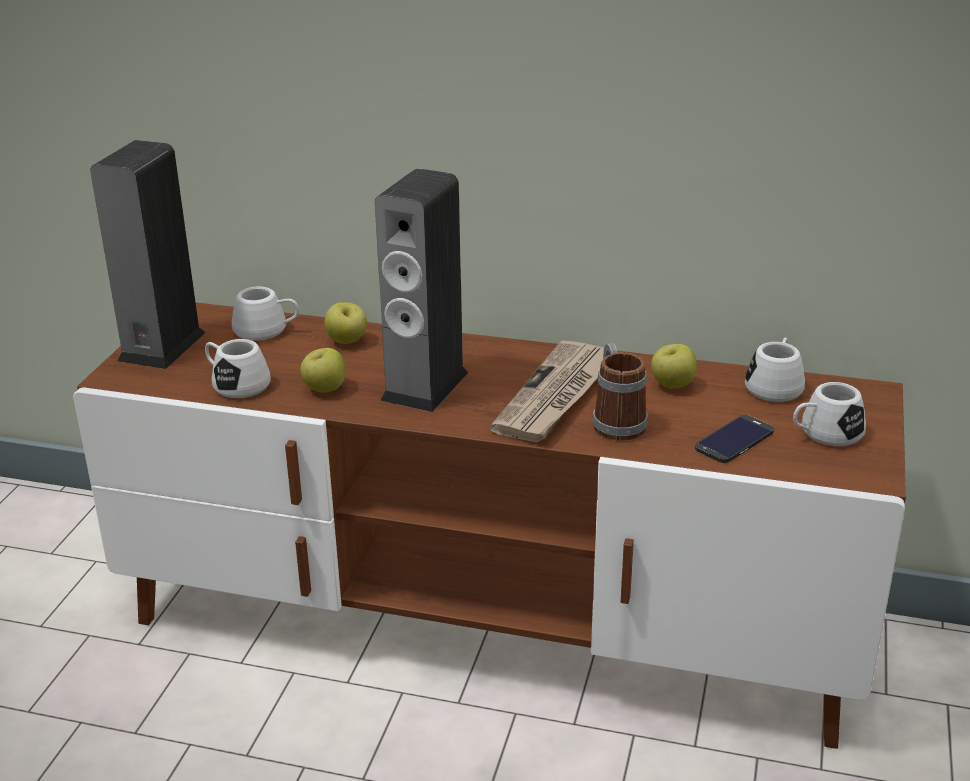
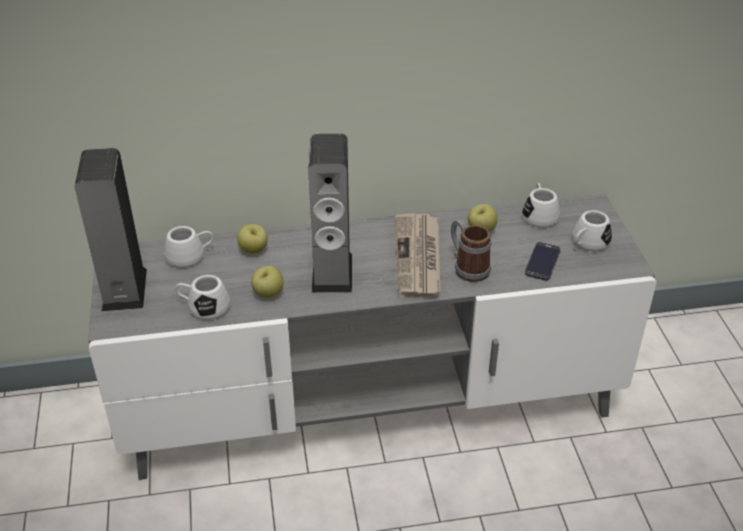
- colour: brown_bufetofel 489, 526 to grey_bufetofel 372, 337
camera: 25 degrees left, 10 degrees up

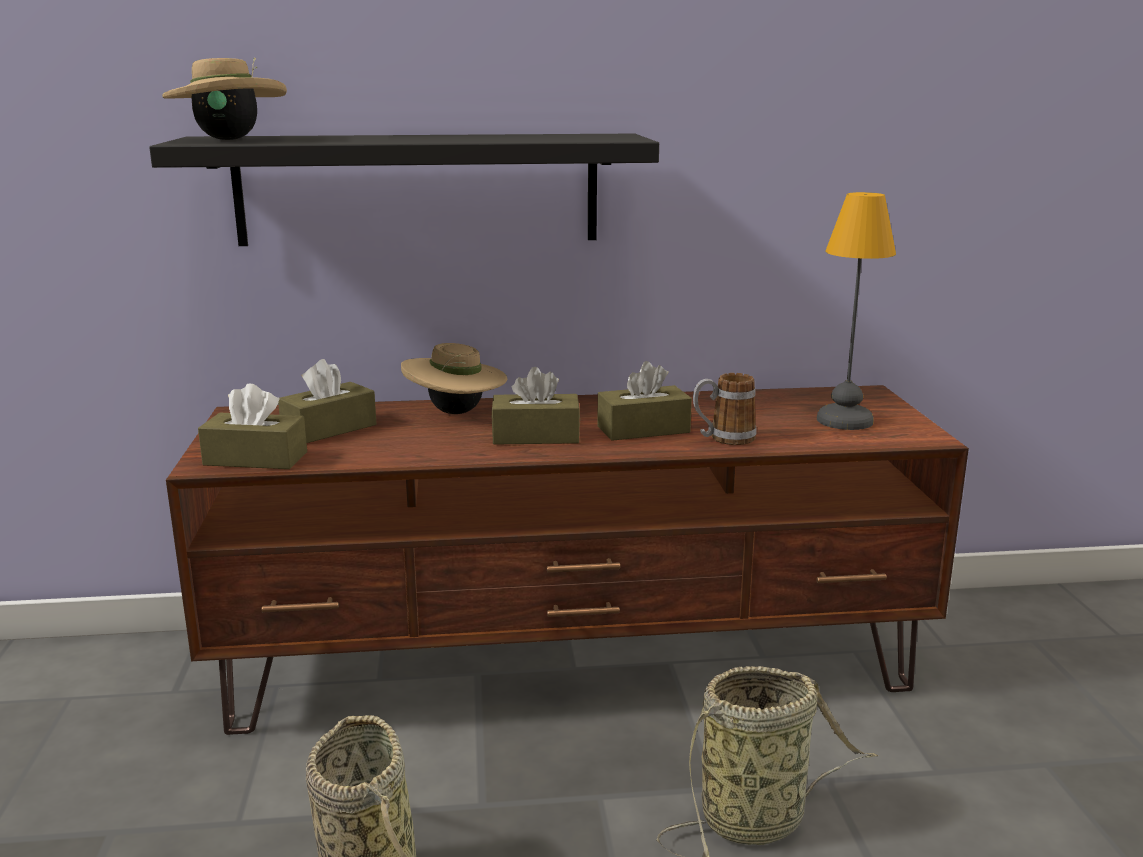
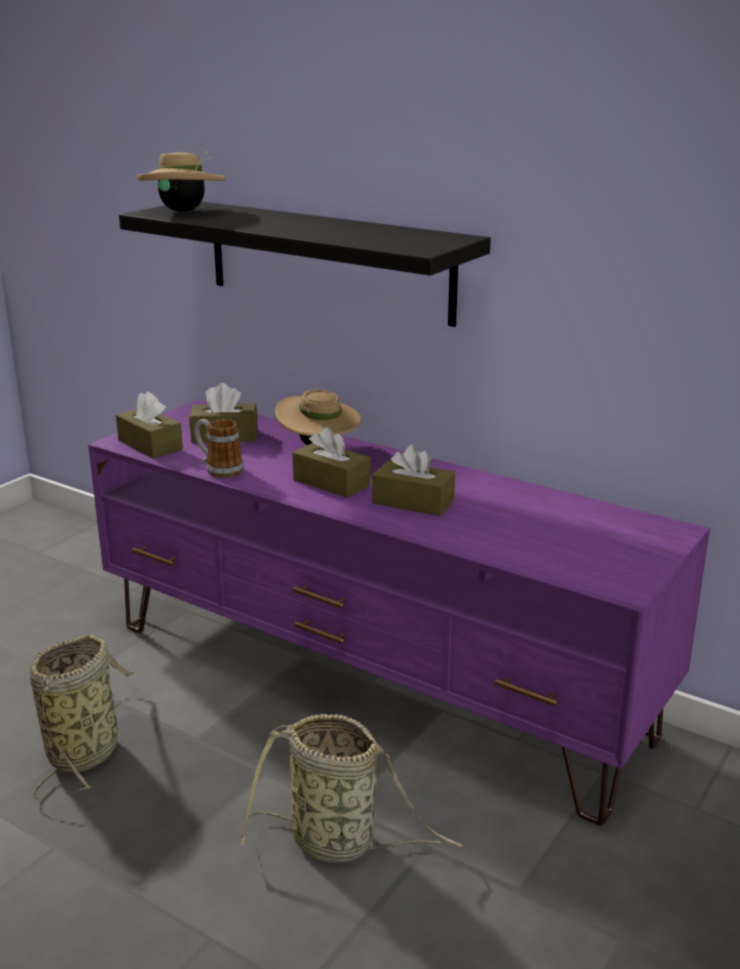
- colour: brown_bufetofel 567, 560 to purple_bufetofel 399, 612
- relocated: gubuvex 725, 409 to 219, 448
- missing: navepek 856, 311
camera: 40 degrees right, 5 degrees up

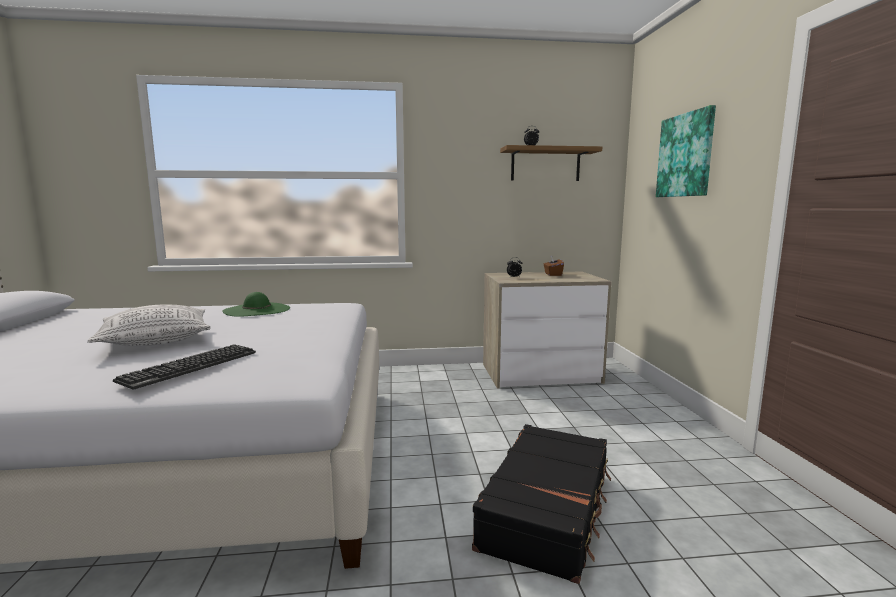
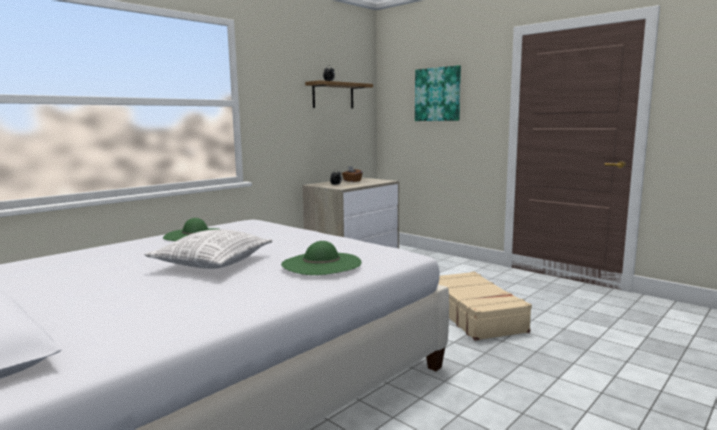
- exchanged: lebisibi 184, 366 to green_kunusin 321, 258
- colour: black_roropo 541, 504 to beige_roropo 485, 306
camera: 40 degrees left, 0 degrees up

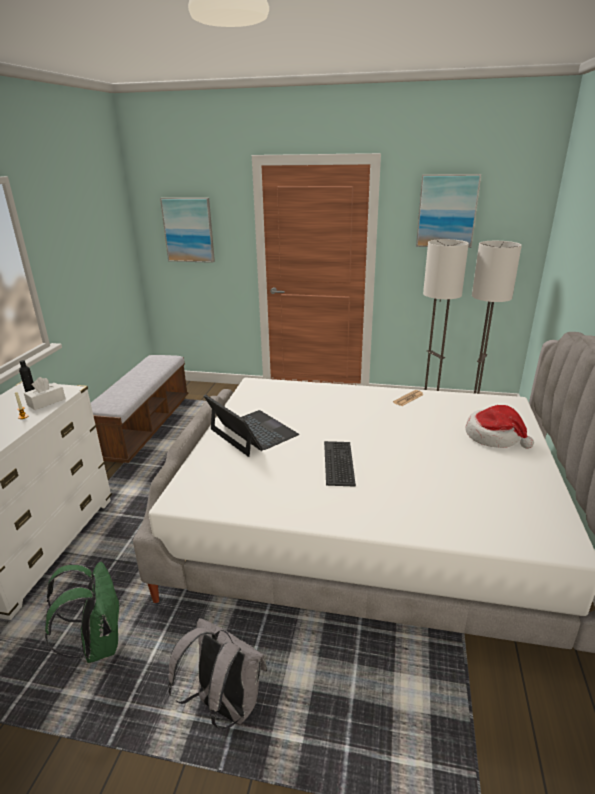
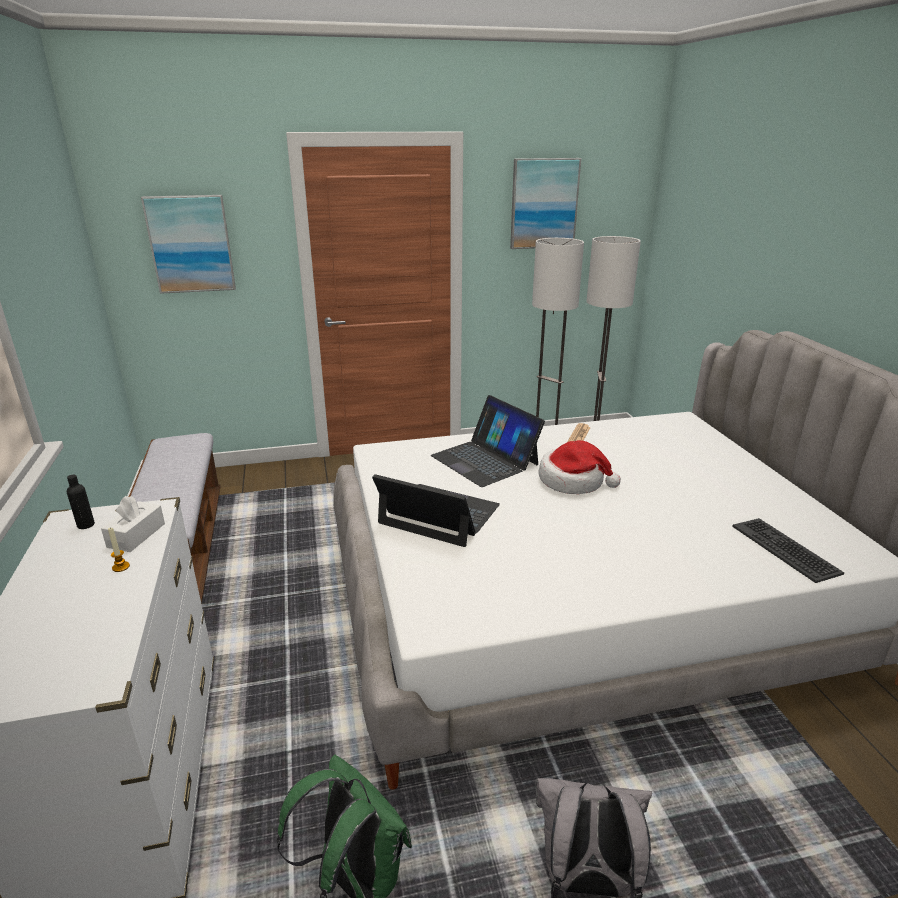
- appeared: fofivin 488, 441
- relocated: kunusin 499, 427 to 579, 467
- relocated: lebisibi 340, 464 to 788, 550
camera: 25 degrees left, 0 degrees up

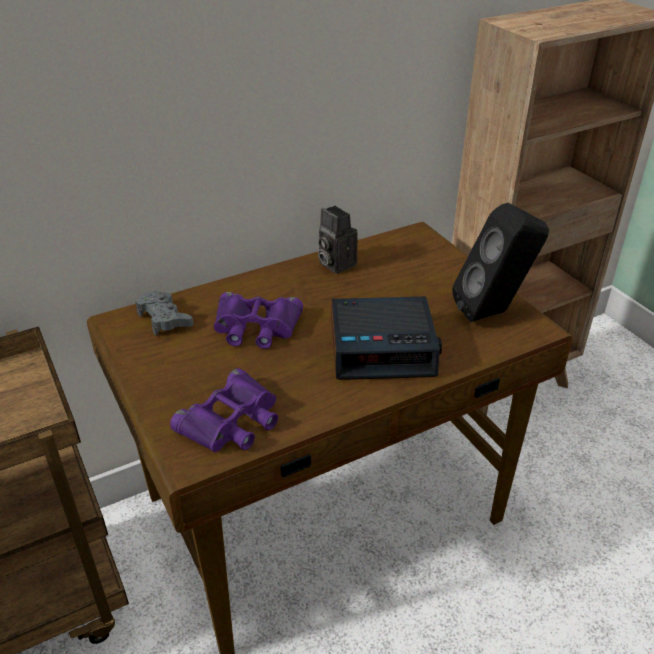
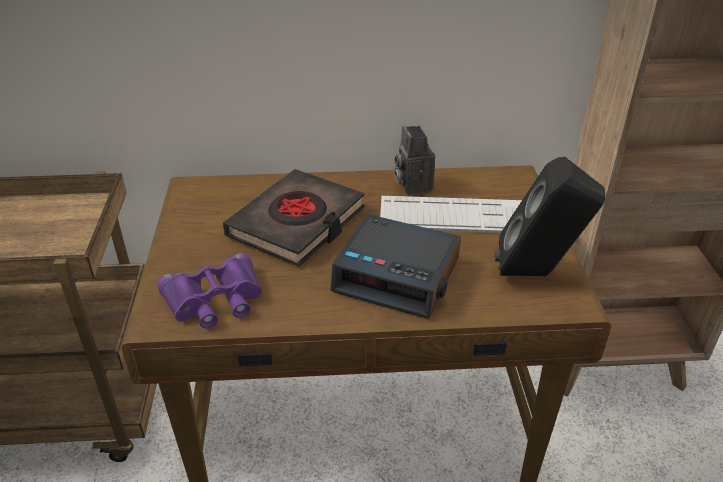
- exchanged: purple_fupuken 258, 320 to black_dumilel 294, 218
- appeared: lebisibi 451, 214
- missing: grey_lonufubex 164, 313
camera: 25 degrees right, 0 degrees up

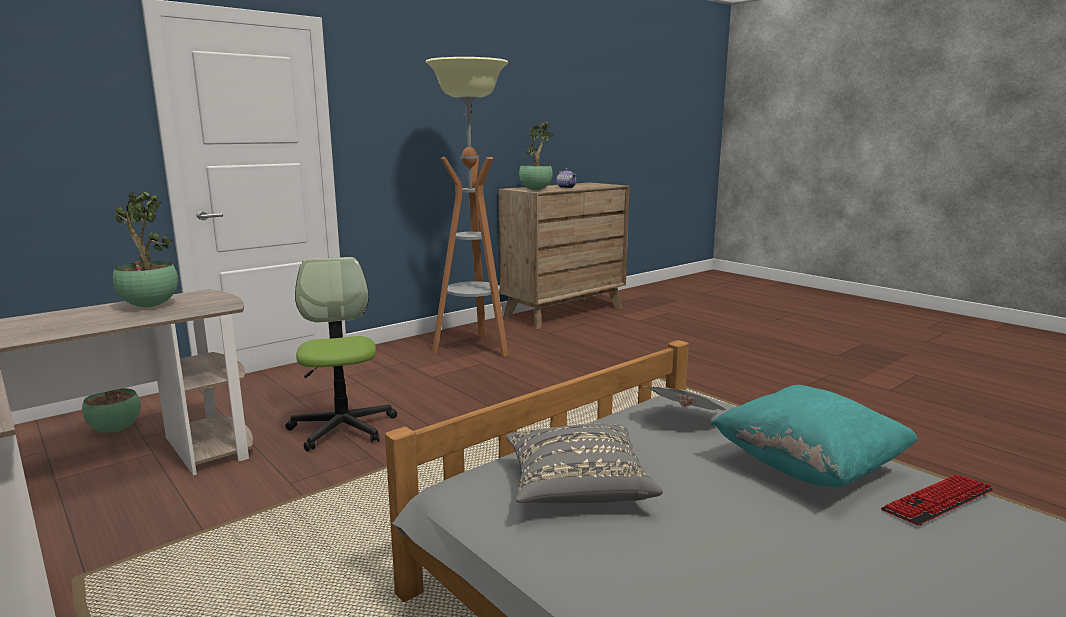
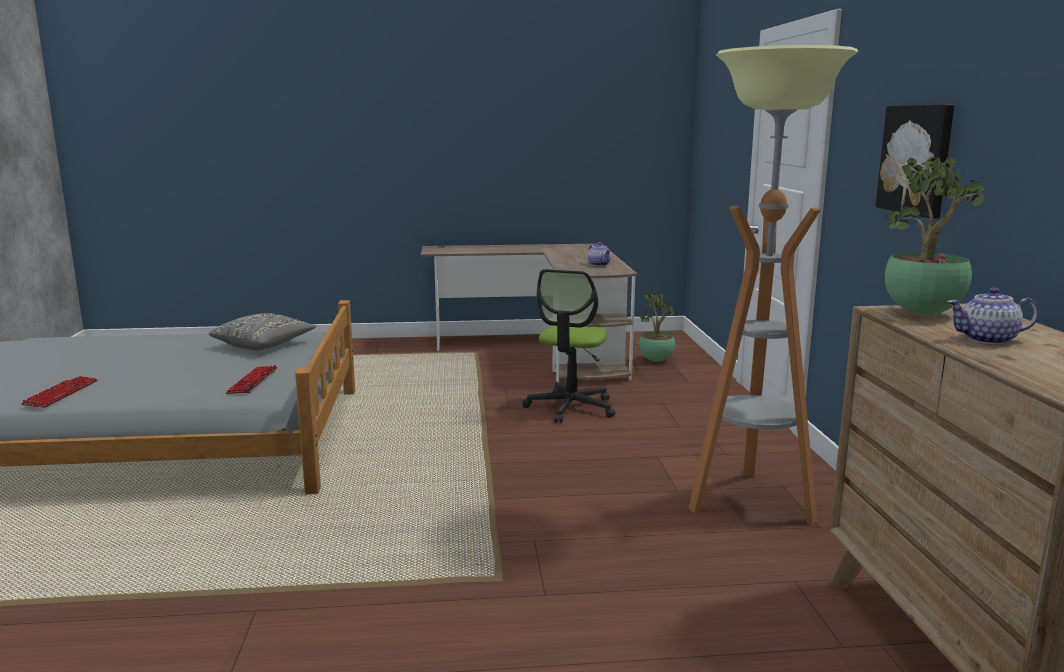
- exchanged: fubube 684, 398 to lebisibi 252, 379
- spun: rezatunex 341, 354 = 568, 346 90 degrees clockwise
- exchanged: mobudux 145, 249 to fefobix 599, 254
- appeared: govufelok 915, 161
- missing: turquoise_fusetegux 814, 436
camera: 125 degrees right, 0 degrees up

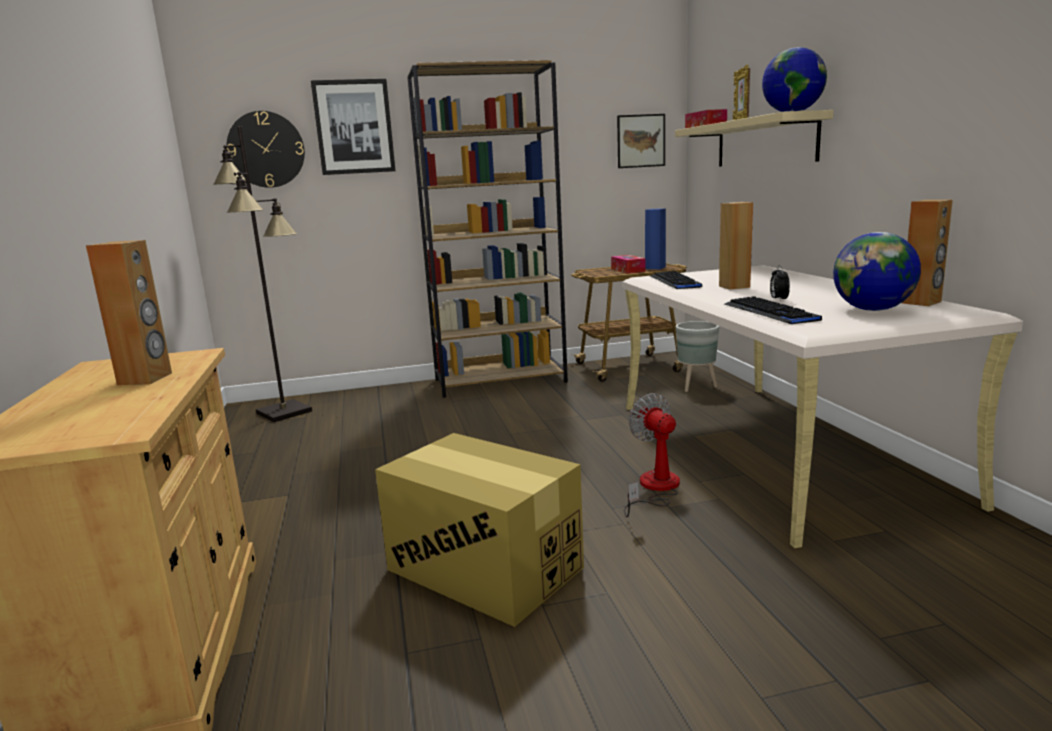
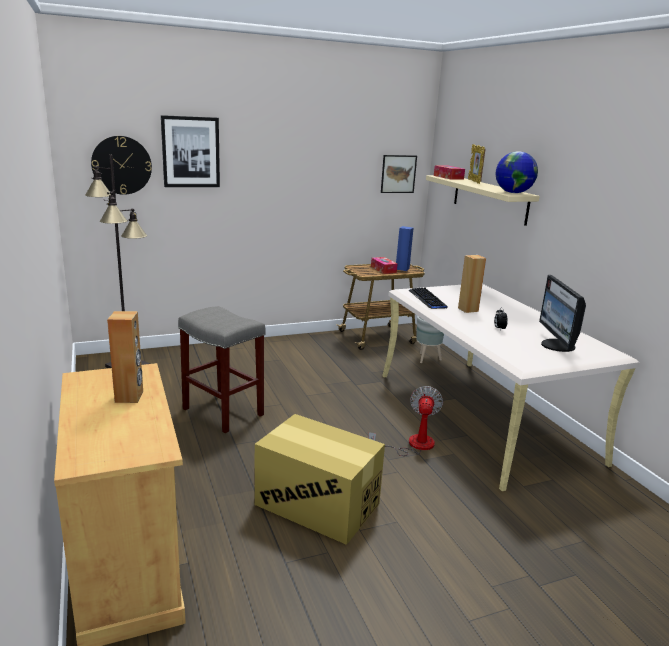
- appeared: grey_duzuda 222, 369
- spun: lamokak 652, 455 = 405, 421 45 degrees clockwise
- exchanged: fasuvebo 877, 271 to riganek 562, 313
- missing: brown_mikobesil 487, 229
- missing: lebisibi 773, 310
- missing: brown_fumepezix 927, 253
camera: 10 degrees left, 5 degrees up

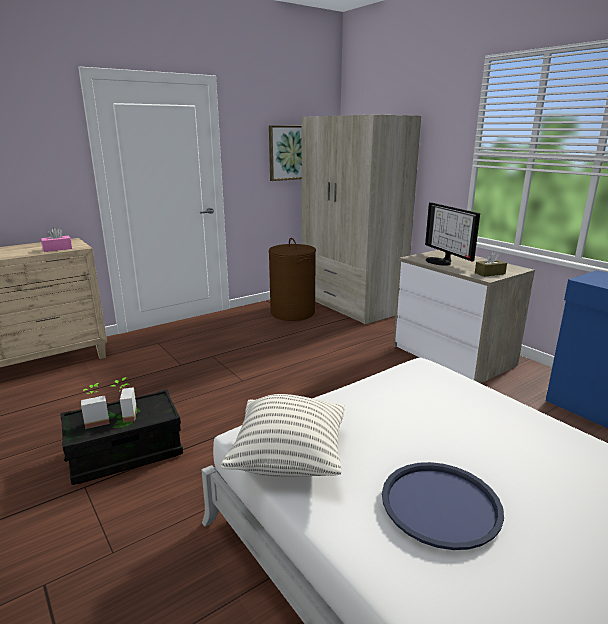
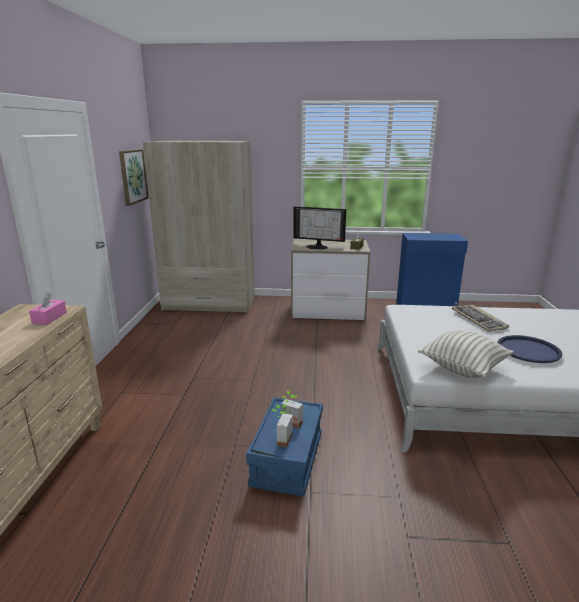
- colour: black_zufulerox 121, 437 to blue_zufulerox 284, 446
- appeared: lebisibi 480, 318
- missing: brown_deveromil 292, 279
camera: 50 degrees left, 0 degrees up

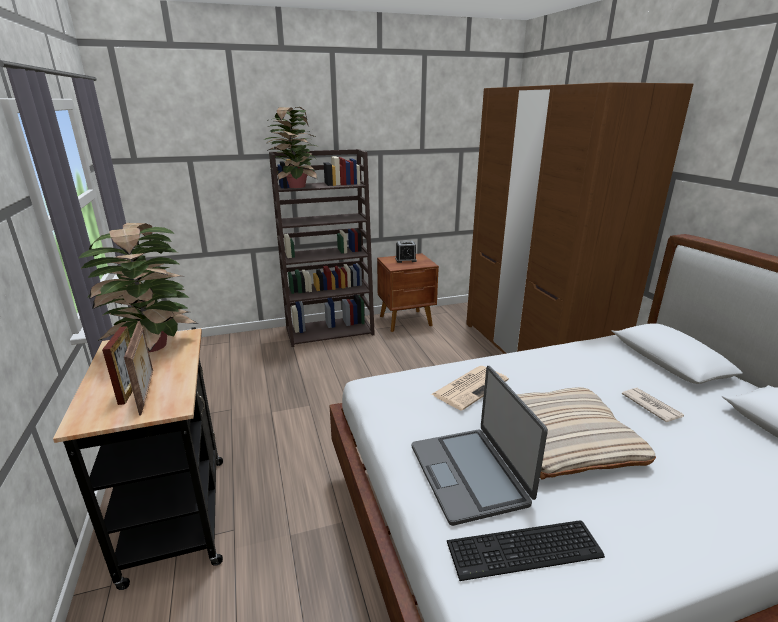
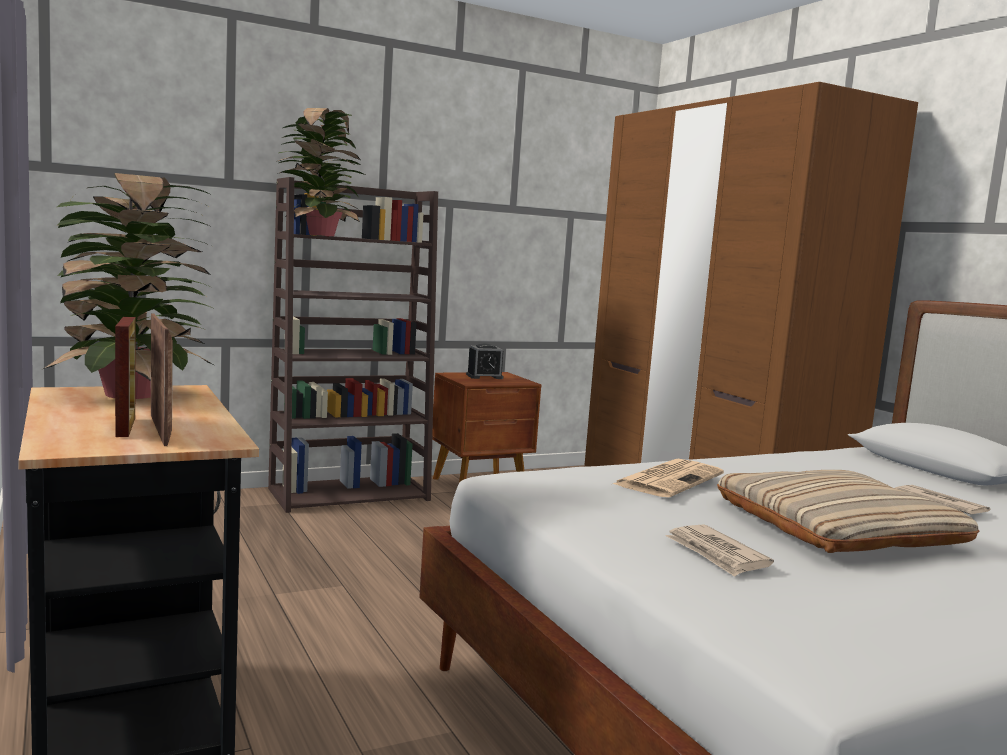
- exchanged: fofivin 480, 446 to fubube 720, 550
- missing: lebisibi 526, 550
camera: 10 degrees left, 15 degrees down

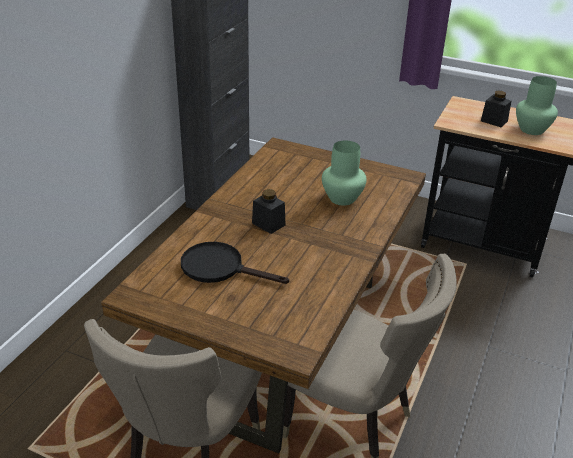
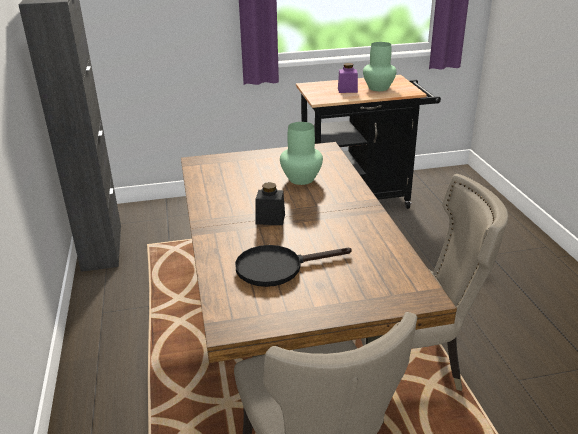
- colour: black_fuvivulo 496, 108 to purple_fuvivulo 348, 78
camera: 35 degrees left, 5 degrees down

